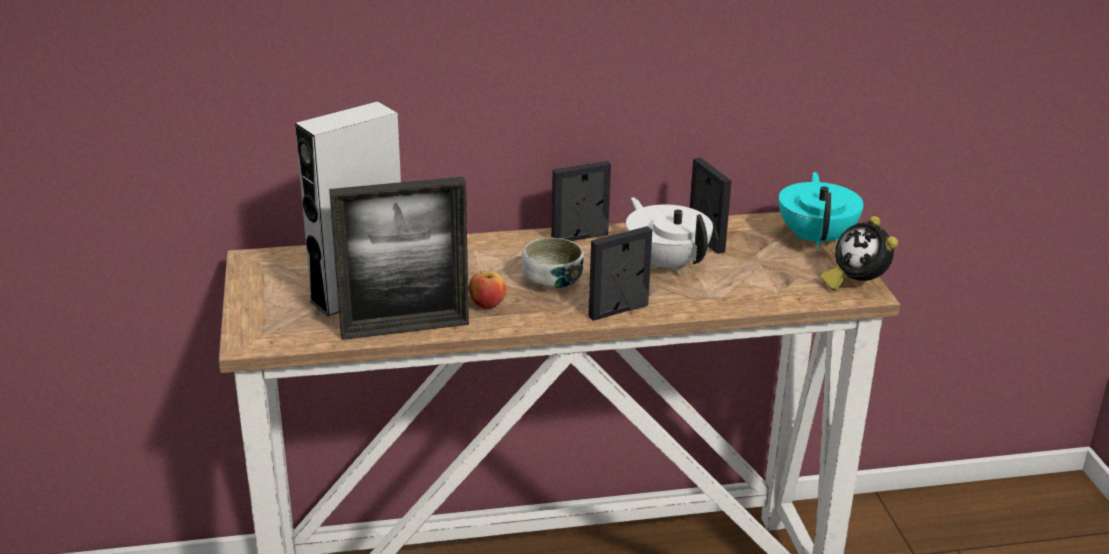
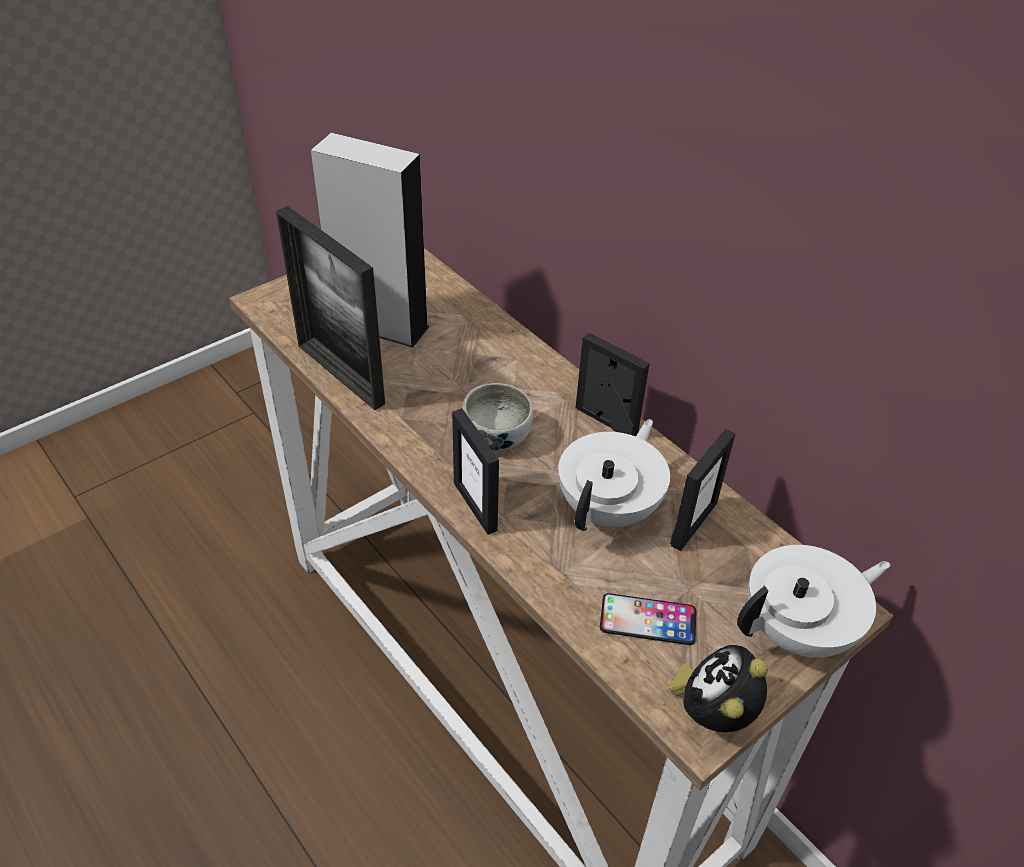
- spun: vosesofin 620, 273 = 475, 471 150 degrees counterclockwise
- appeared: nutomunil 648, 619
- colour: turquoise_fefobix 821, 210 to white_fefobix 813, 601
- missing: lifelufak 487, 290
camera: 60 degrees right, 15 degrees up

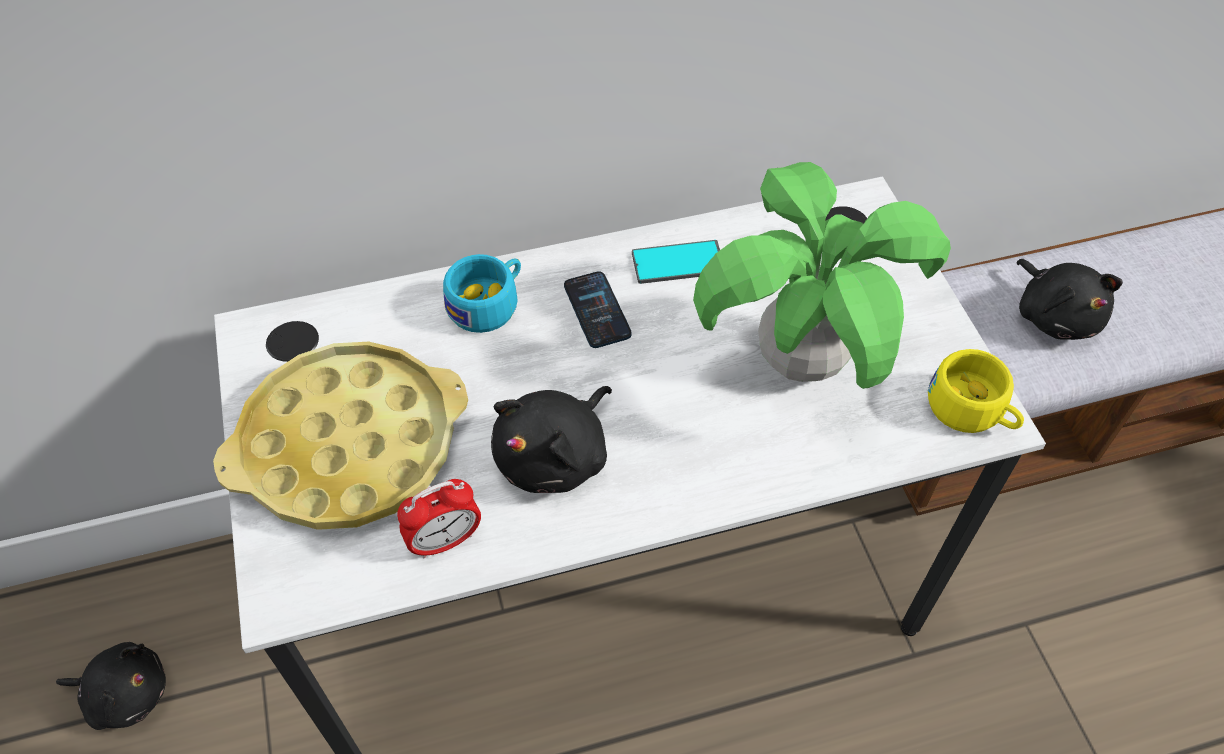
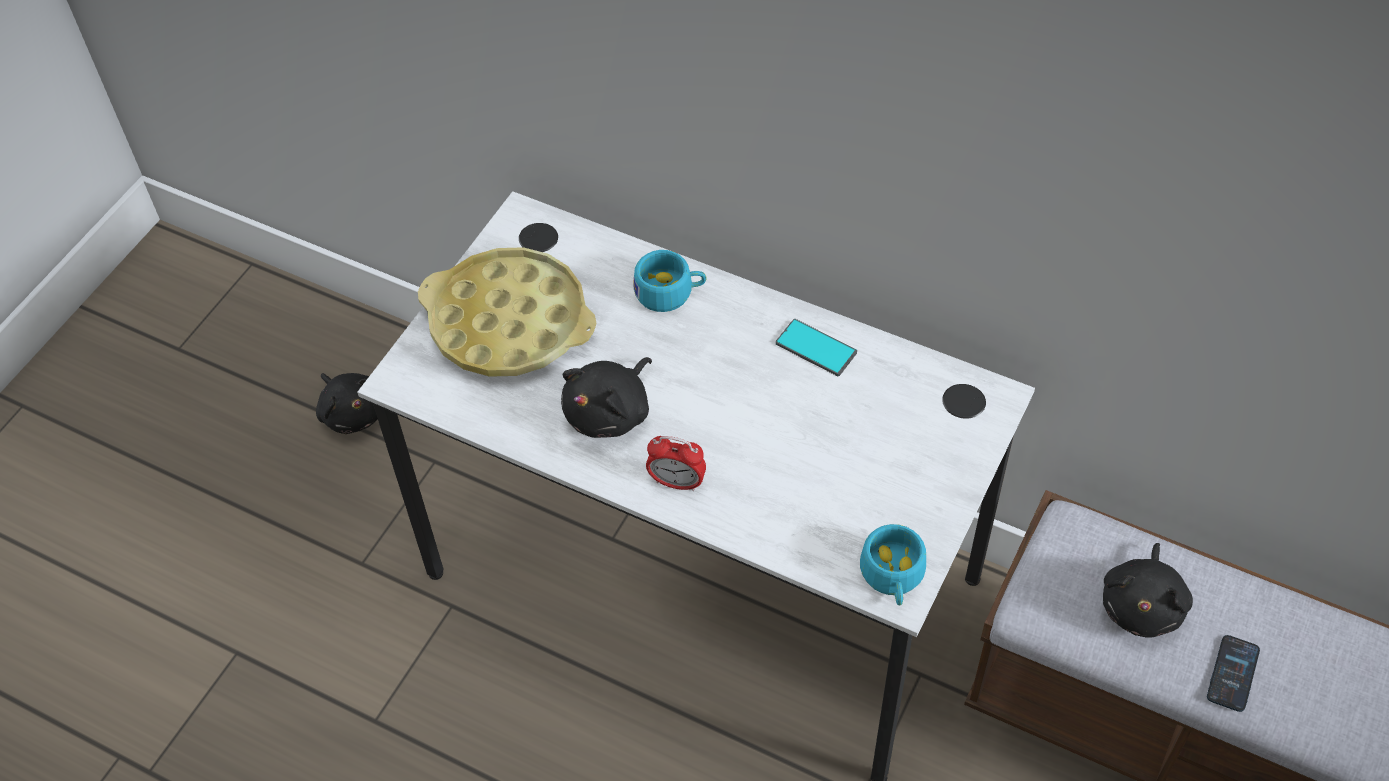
- spun: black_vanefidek 551, 439 = 606, 397 45 degrees counterclockwise
- relocated: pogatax 439, 518 to 676, 463
- colour: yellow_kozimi 976, 391 to turquoise_kozimi 893, 565
- relocated: nutomunil 598, 309 to 1233, 673
- missing: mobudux 822, 275
camera: 45 degrees right, 0 degrees up

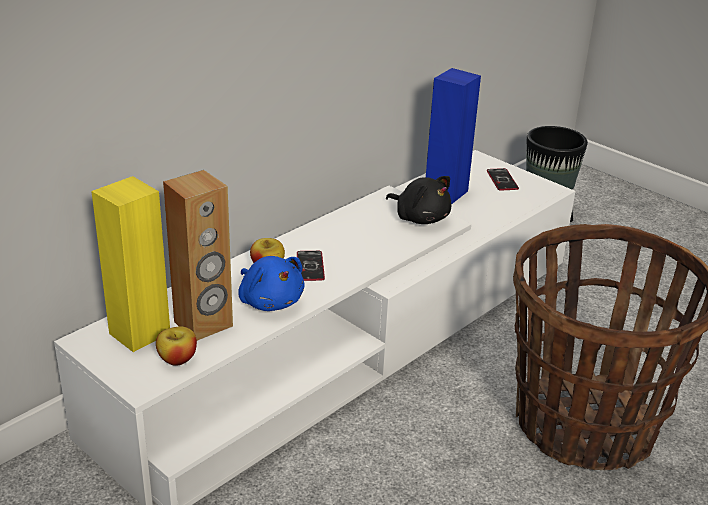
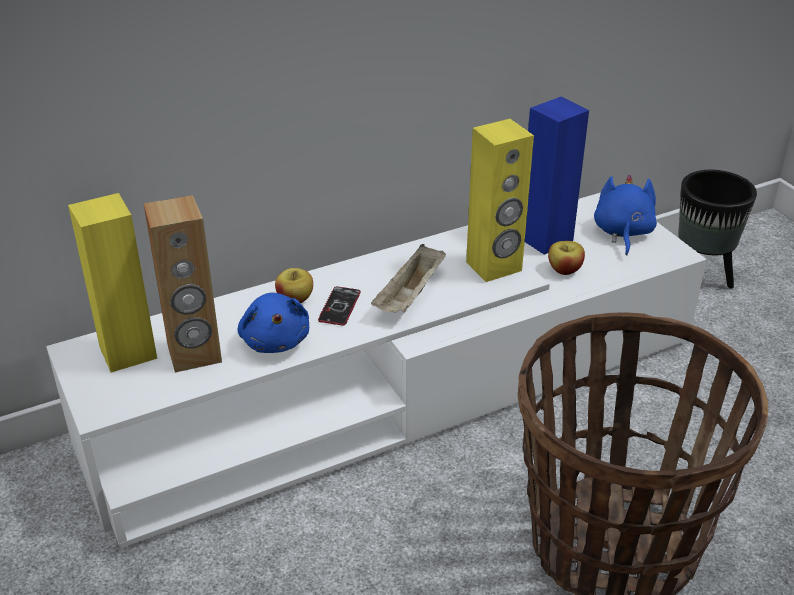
- appeared: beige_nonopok 408, 278
- exchanged: black_vanefidek 419, 200 to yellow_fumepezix 500, 200
- relocated: lifelufak 176, 346 to 566, 258
- exchanged: nutomunil 503, 179 to blue_vanefidek 625, 215
camera: 20 degrees right, 5 degrees up

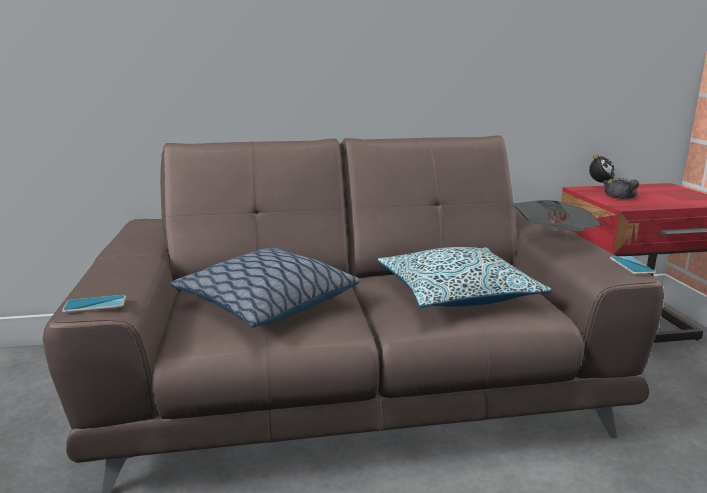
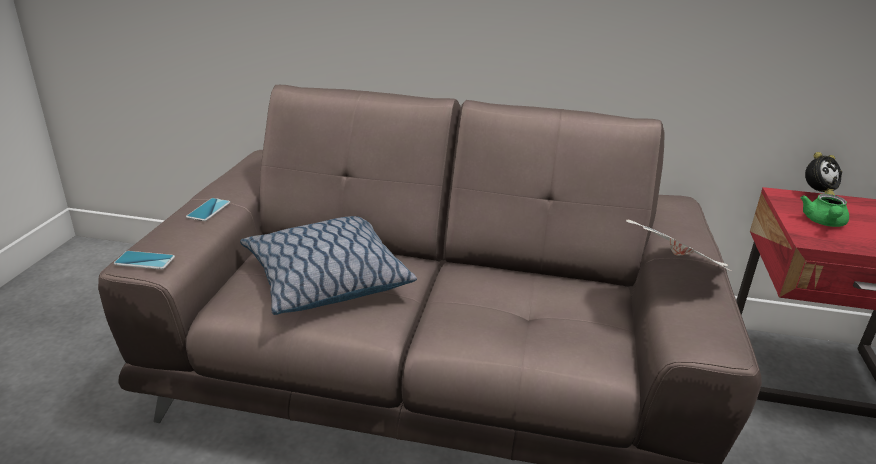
- relocated: nutomunil 633, 265 to 208, 209
- colour: grey_fefobix 621, 188 to green_fefobix 824, 210
- missing: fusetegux 465, 277
camera: 20 degrees right, 10 degrees up

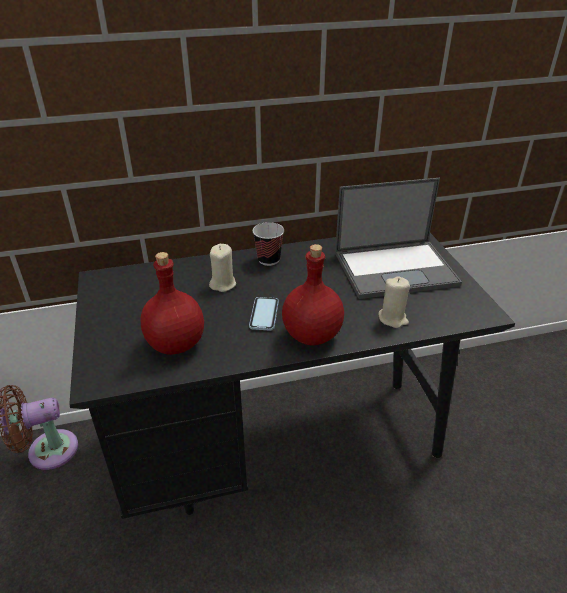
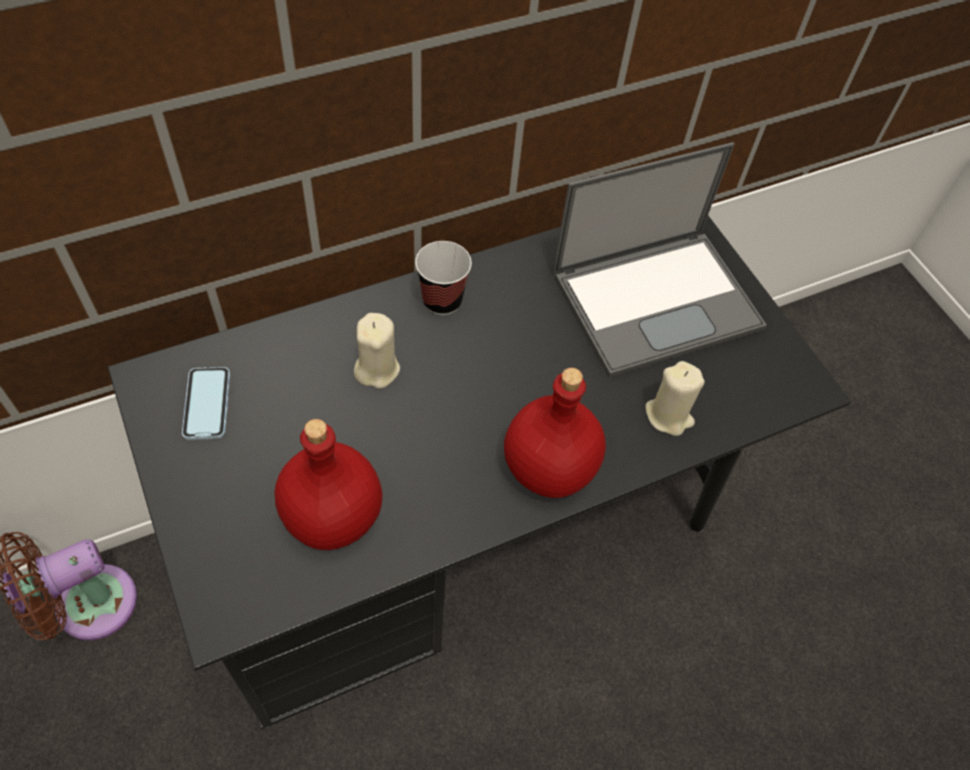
- relocated: nutomunil 264, 314 to 206, 403
camera: 15 degrees left, 20 degrees up

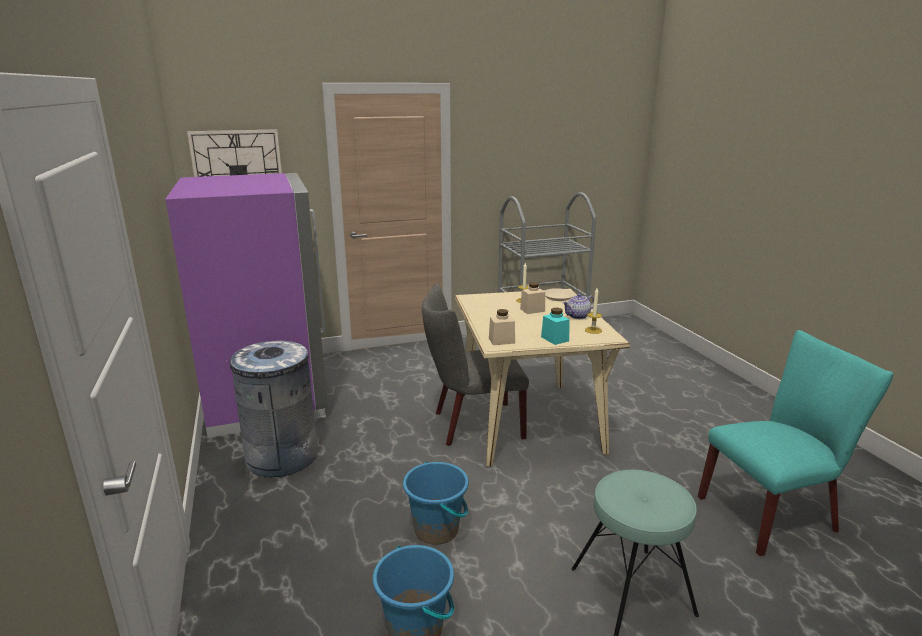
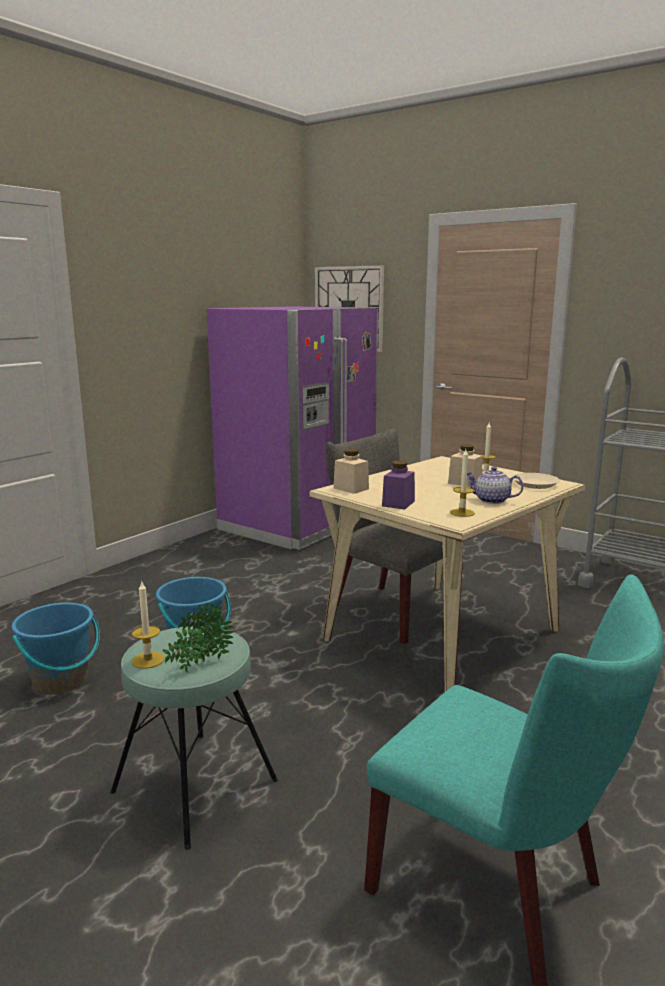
- appeared: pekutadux 148, 625
- appeared: mobudux 198, 638
- colour: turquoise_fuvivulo 555, 326 to purple_fuvivulo 398, 485
- missing: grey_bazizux 274, 409
camera: 55 degrees right, 5 degrees down

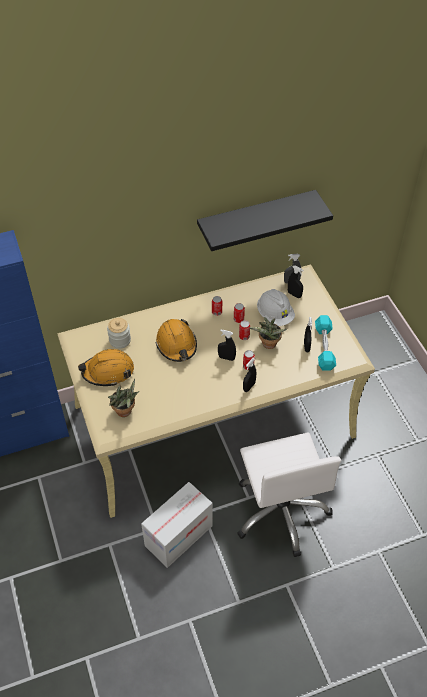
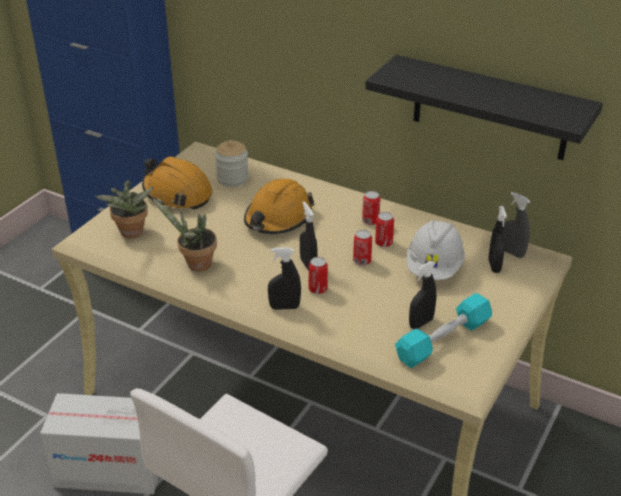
- relocated: mobudux 268, 333 to 184, 234
camera: 50 degrees right, 15 degrees down

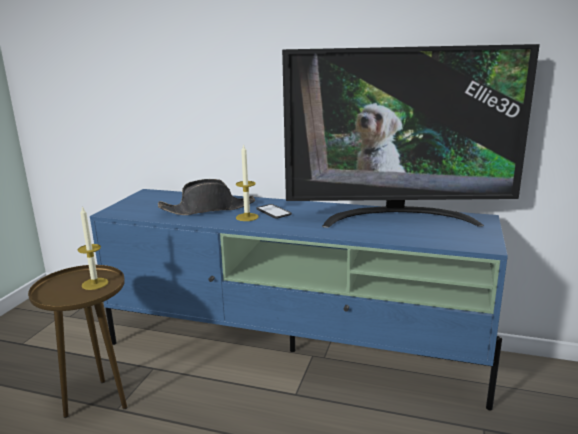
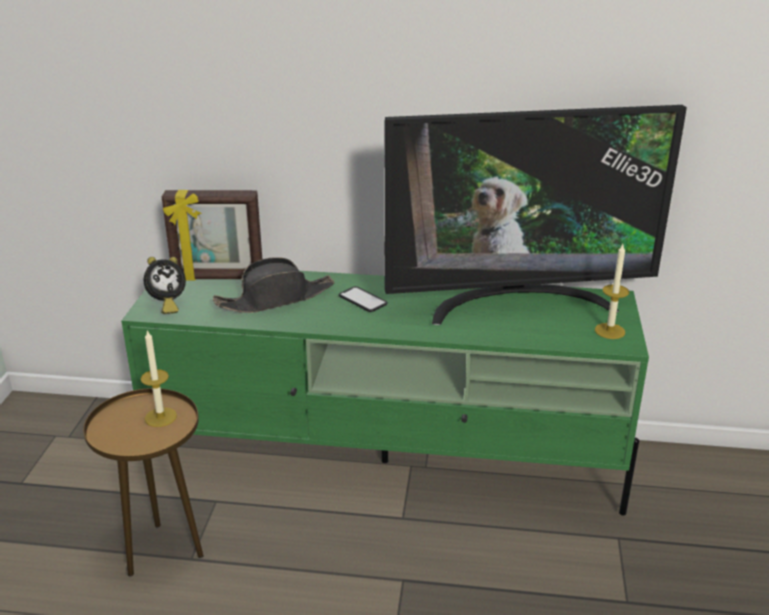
- colour: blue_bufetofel 299, 300 to green_bufetofel 385, 393
- appeared: pogatax 165, 285
- appeared: vosesofin 212, 235
- relocated: pekutadux 247, 182 to 612, 291
camera: 10 degrees left, 10 degrees up

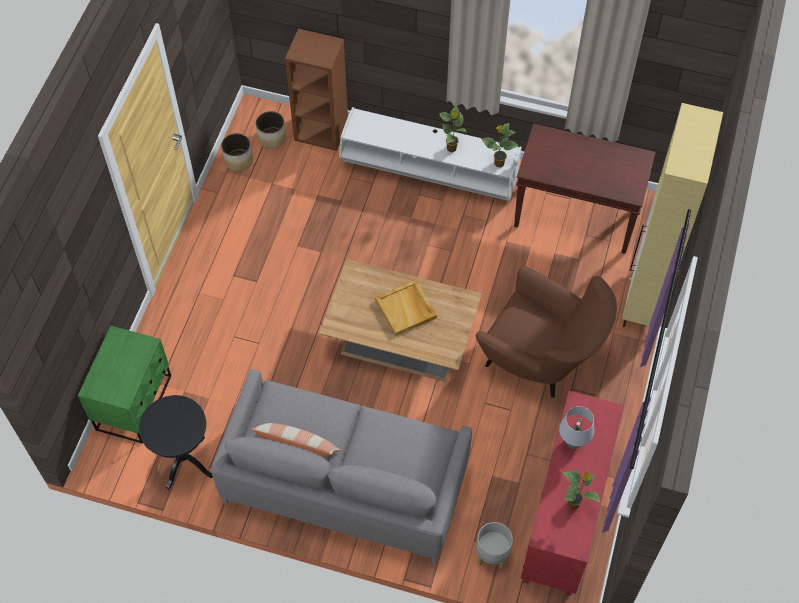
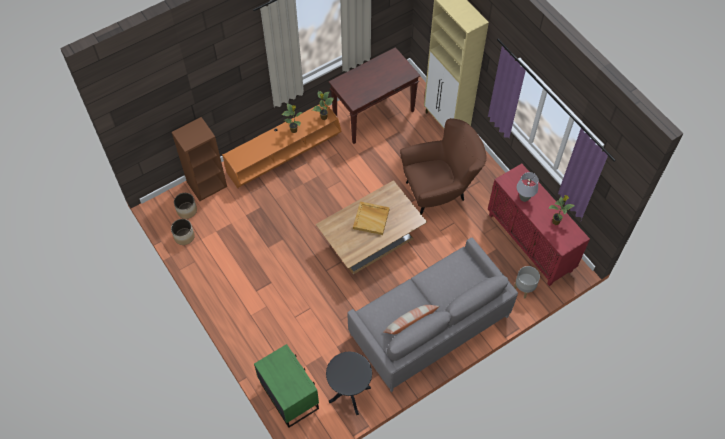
- colour: white_bufetofel 430, 154 to orange_bufetofel 281, 144
camera: 50 degrees left, 0 degrees up

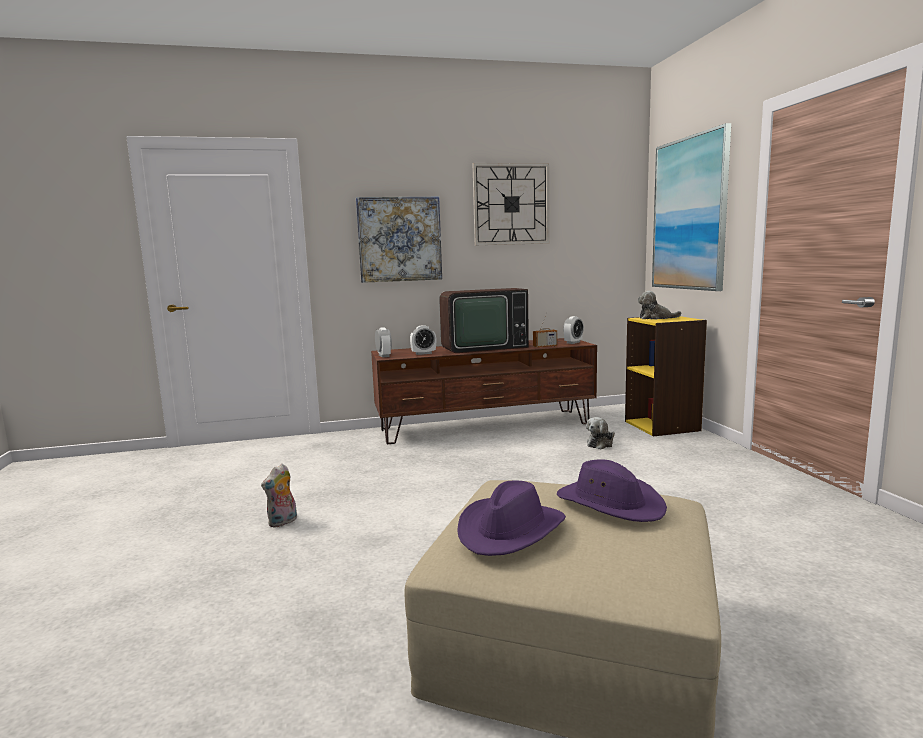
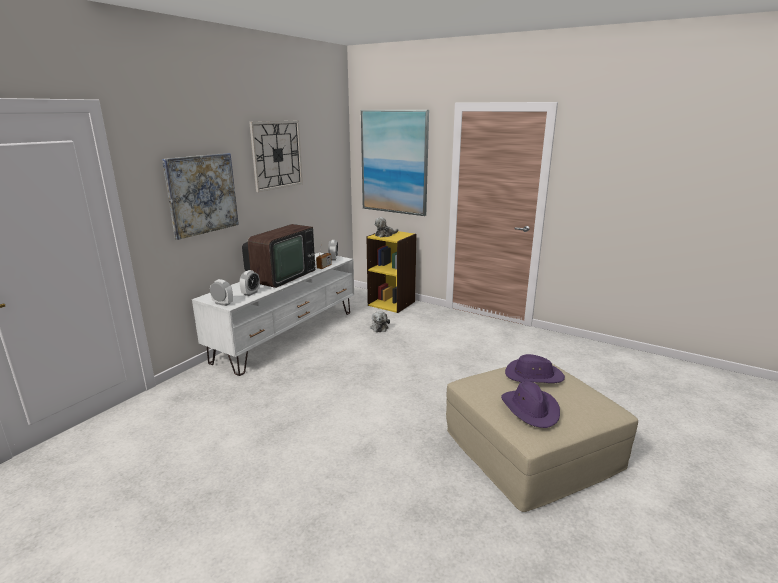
- colour: brown_bufetofel 484, 391 to white_bufetofel 273, 314
- missing: vanefidek 279, 496
camera: 45 degrees left, 10 degrees up

